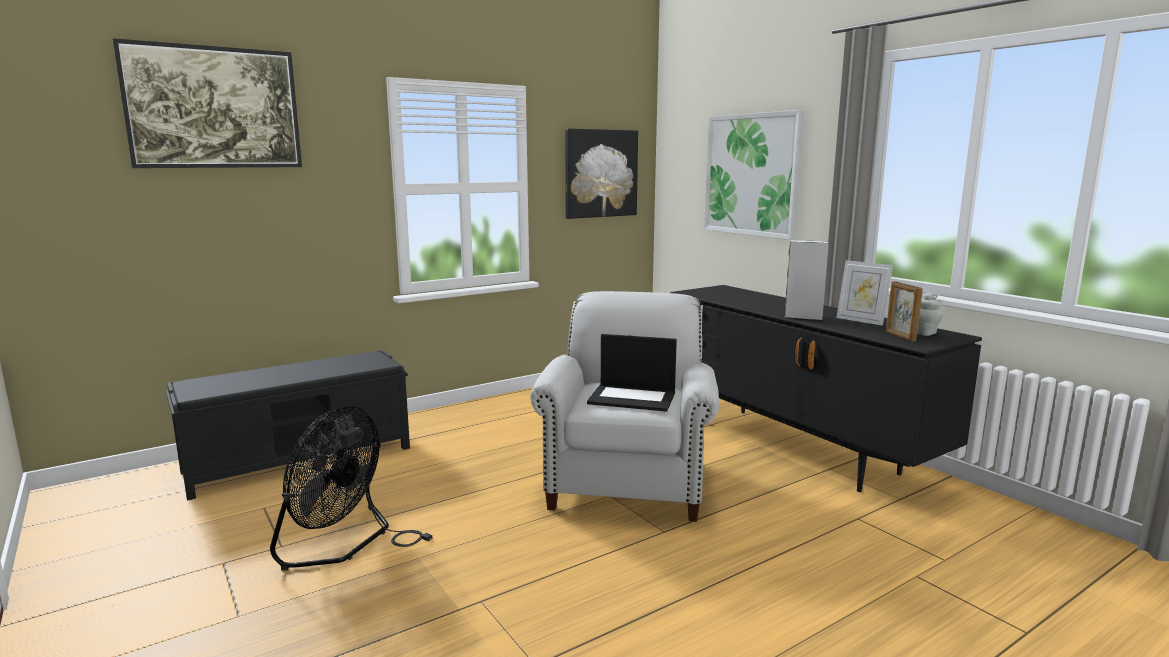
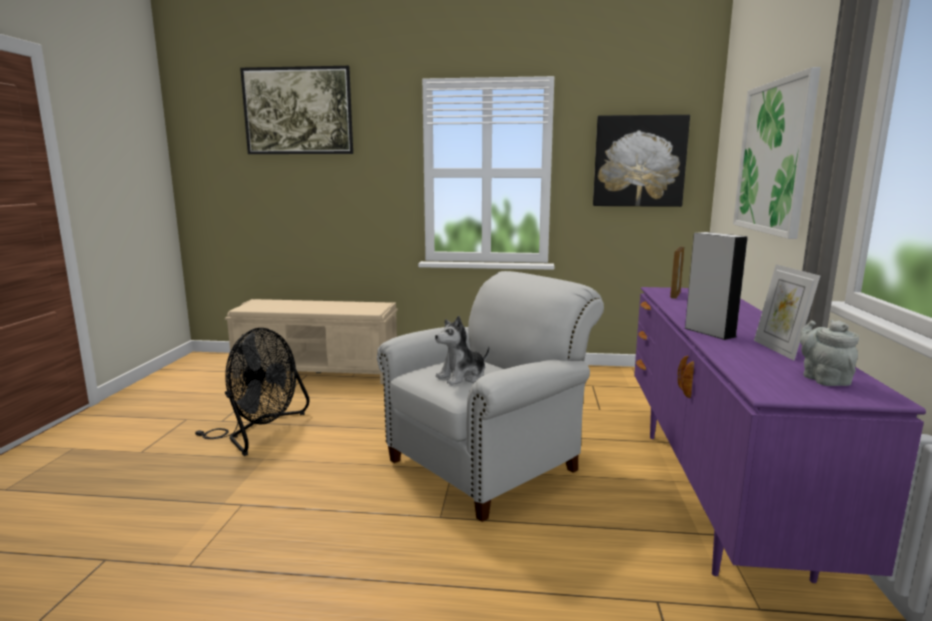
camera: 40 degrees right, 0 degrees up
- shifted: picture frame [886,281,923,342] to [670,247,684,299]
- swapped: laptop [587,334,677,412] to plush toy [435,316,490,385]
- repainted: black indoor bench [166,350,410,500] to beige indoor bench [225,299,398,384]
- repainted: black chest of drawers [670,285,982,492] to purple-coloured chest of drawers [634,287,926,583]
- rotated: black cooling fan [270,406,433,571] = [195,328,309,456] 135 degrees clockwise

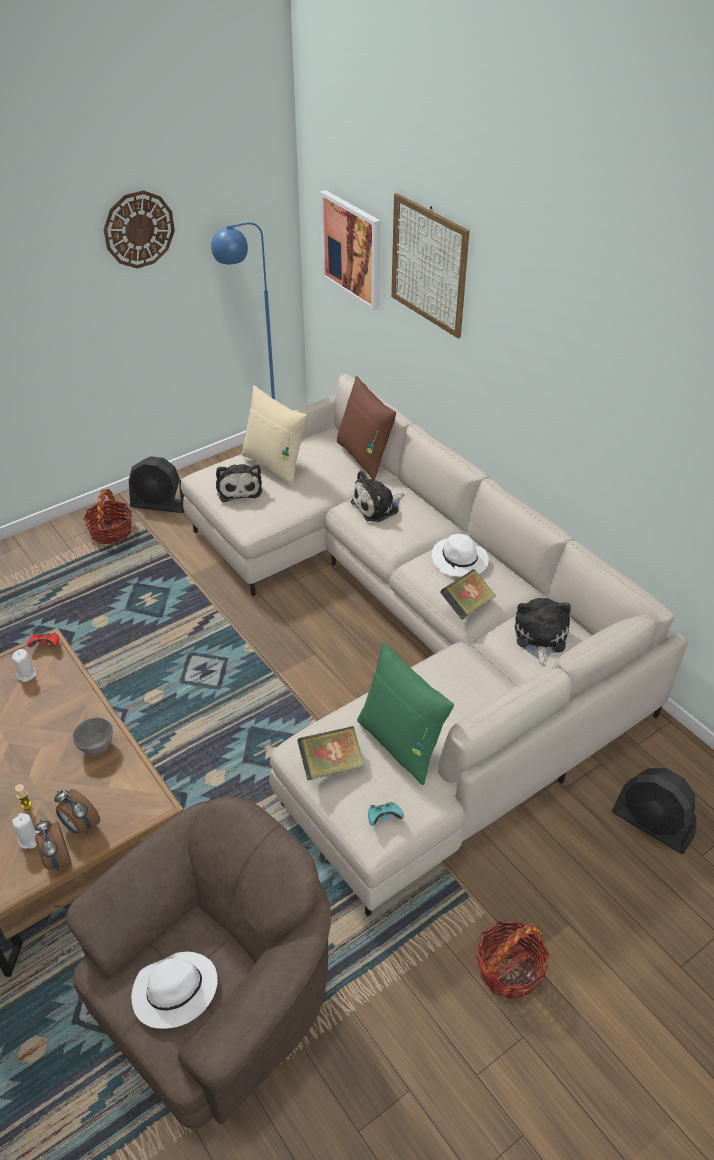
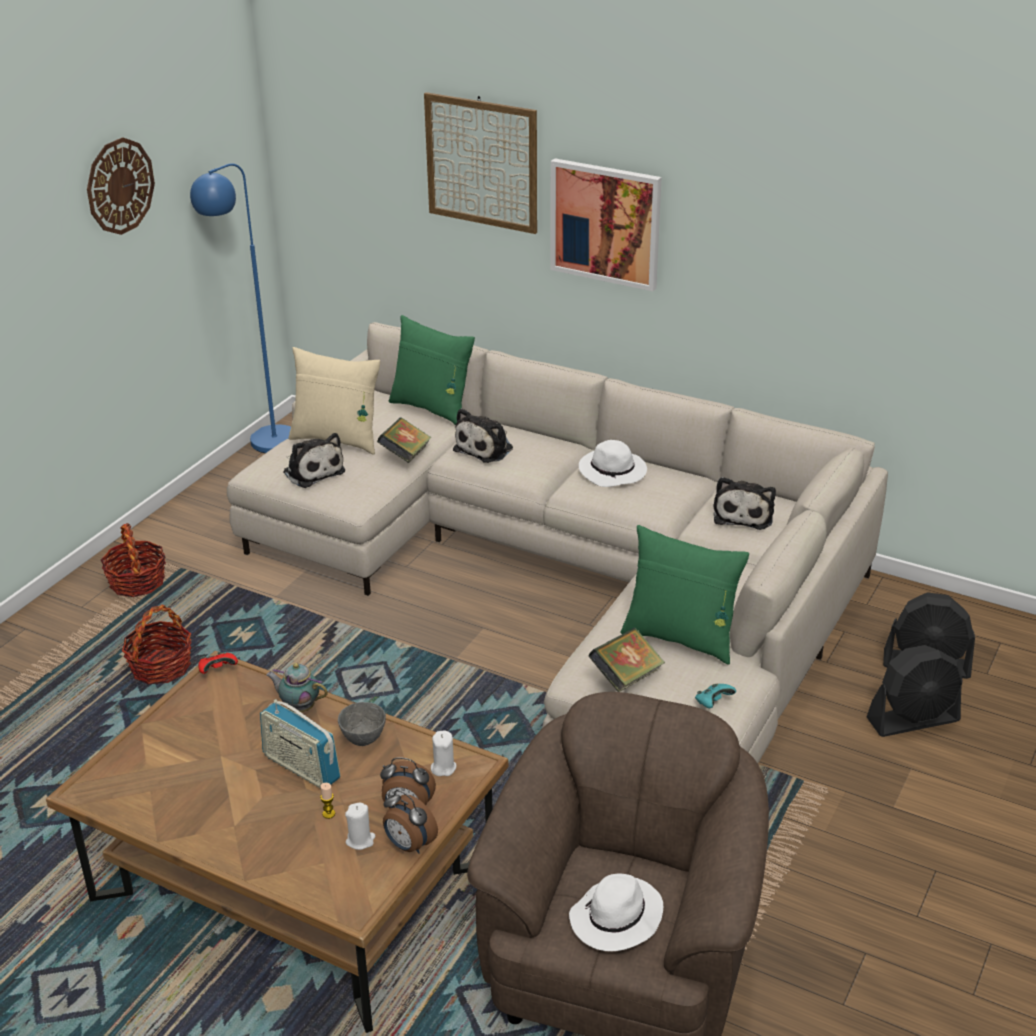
camera: 25 degrees left, 10 degrees down
- new: radio [260,699,340,789]
- new: teapot [266,663,328,712]
- shifted: white candle [12,649,36,682] to [431,731,457,776]
- shifted: black cooling fan [129,456,185,513] to [867,645,962,737]
- shifted: wall art [320,190,380,311] to [550,158,662,291]
- shifted: book [440,569,496,620] to [377,418,431,463]
- shifted: household basket [476,921,550,1000] to [122,604,192,684]
- repainted: brownish cushion [337,376,396,480] to green cushion [389,315,475,425]
- rotated: plush toy [514,598,571,667] = [713,477,776,530] 150 degrees counterclockwise

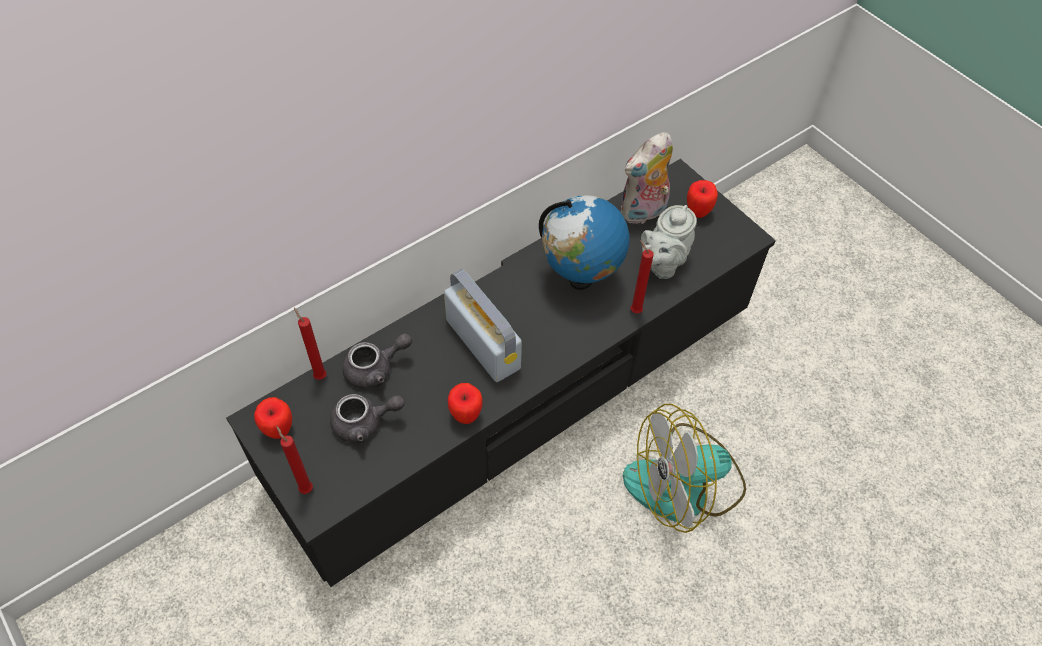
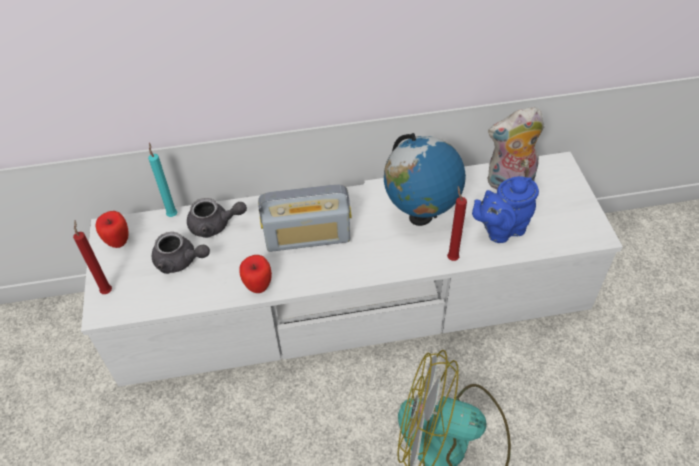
camera: 30 degrees right, 5 degrees down
- gone: whole apple [687,180,718,218]
- repainted: black tv stand [226,159,776,587] to white tv stand [81,152,623,387]
- repainted: red candle [294,308,327,380] to turquoise-coloured candle [148,143,177,217]
- repainted: gray teapot [641,205,697,279] to bluish teapot [472,176,539,243]
- rotated: radio [444,269,522,382] = [258,184,352,252] 90 degrees clockwise

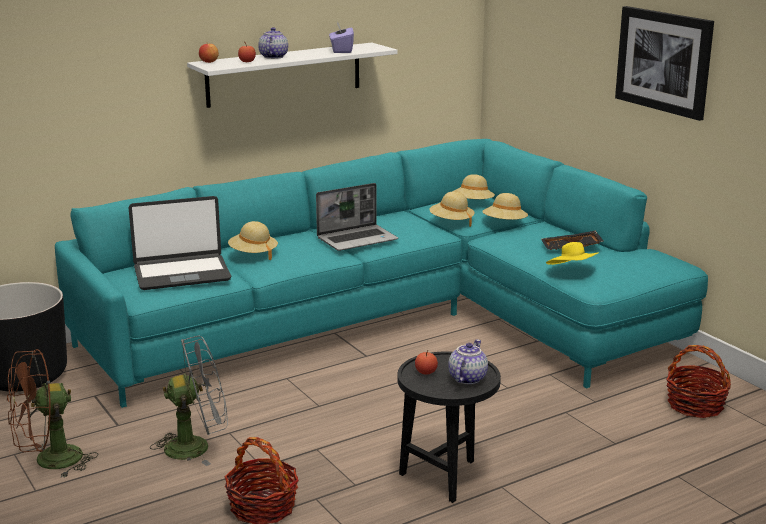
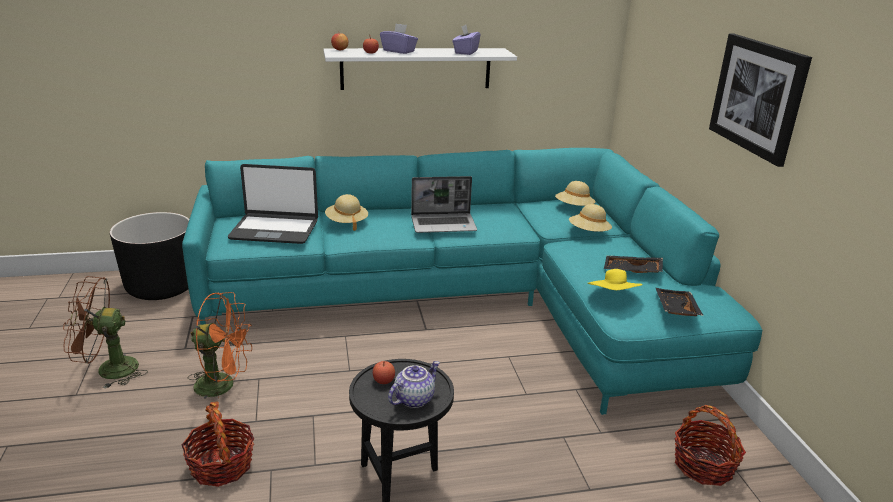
camera: 20 degrees right, 5 degrees up
- gone: beige hat [429,191,475,227]
- new: black tray [656,288,704,316]
- swapped: teapot [258,27,288,59] to purple-coloured tissue box [380,23,418,54]
- repainted: gray cooling fan [150,336,228,466] to orangey cooling fan [188,292,252,406]

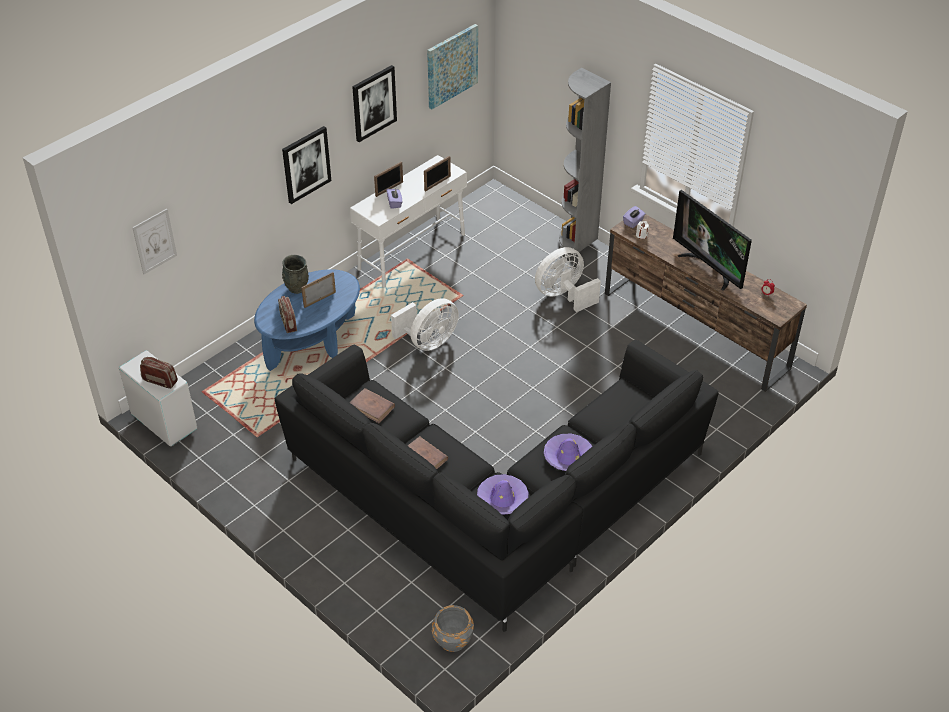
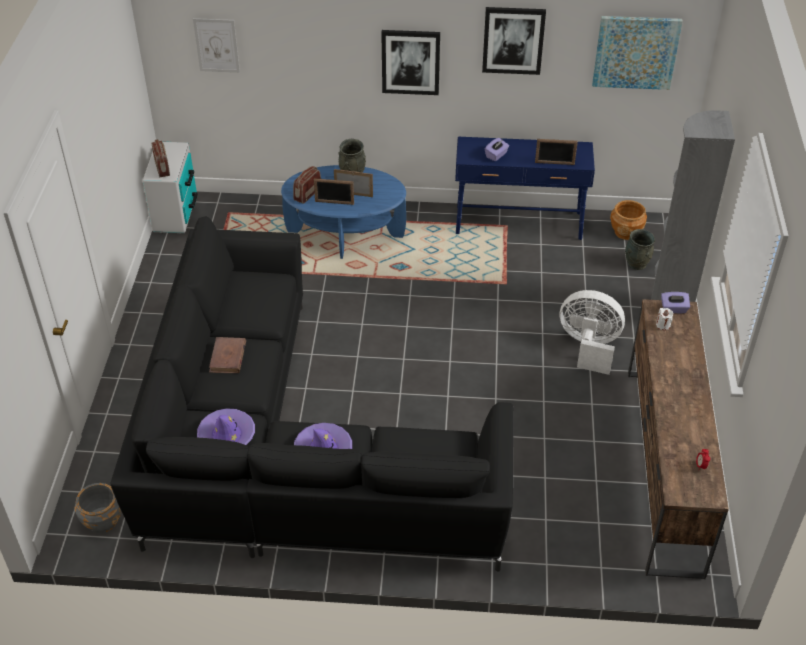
camera: 50 degrees right, 0 degrees up
- gone: brownish book [349,388,395,423]
- gone: white cooling fan [391,298,459,351]
- gone: TV [673,190,752,291]
- new: brownish flower pot [610,200,647,240]
- new: gray flower vase [625,229,655,270]
- shifted: picture frame [374,162,403,197] to [314,178,354,205]
- repainted: white console table [350,155,467,287] to bluish console table [455,137,595,240]

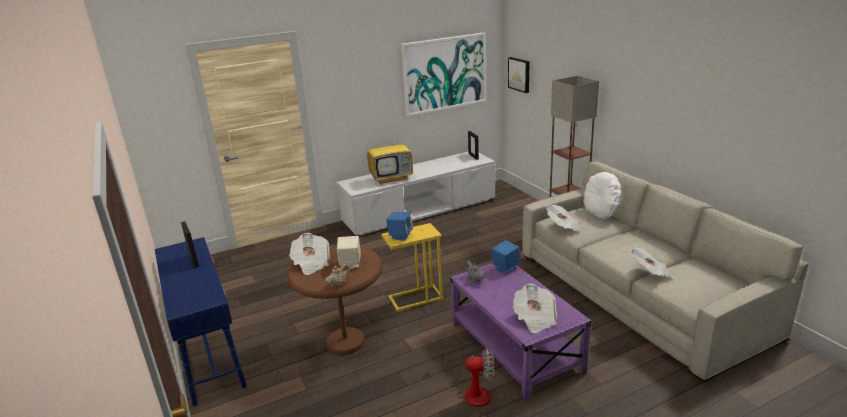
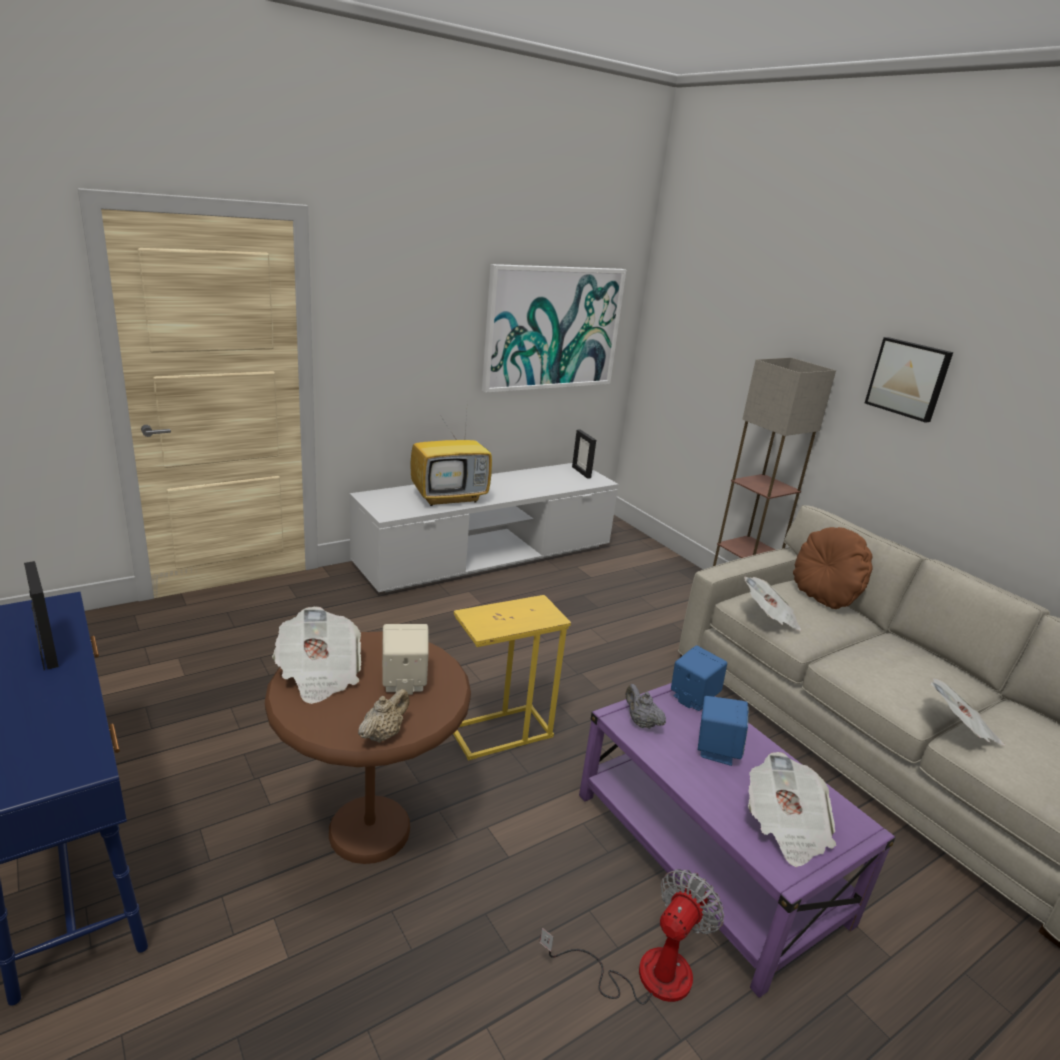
camera: 10 degrees left, 0 degrees up
- shifted: bluish speaker [386,212,413,241] to [698,696,749,766]
- shifted: wall art [508,57,530,93] to [865,337,953,423]
- repainted: white cushion [583,172,621,219] to brownish cushion [793,527,873,609]
- rotated: cooling fan [437,347,494,407] = [540,869,724,1005] 45 degrees counterclockwise

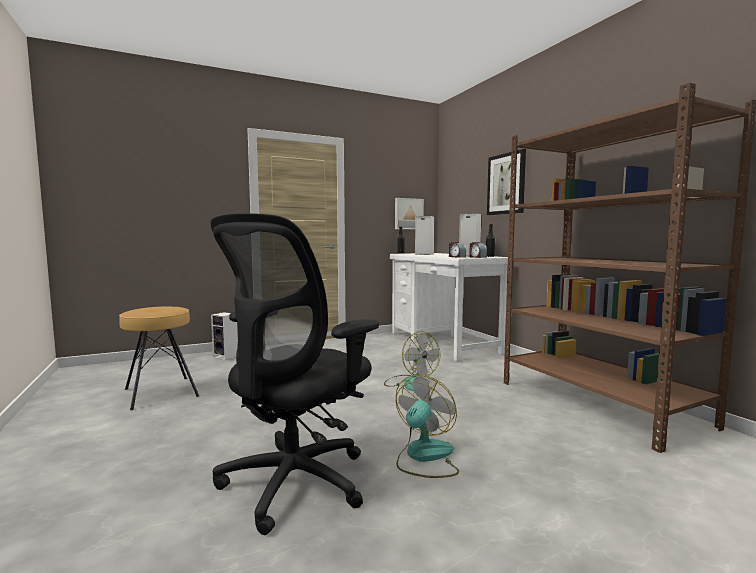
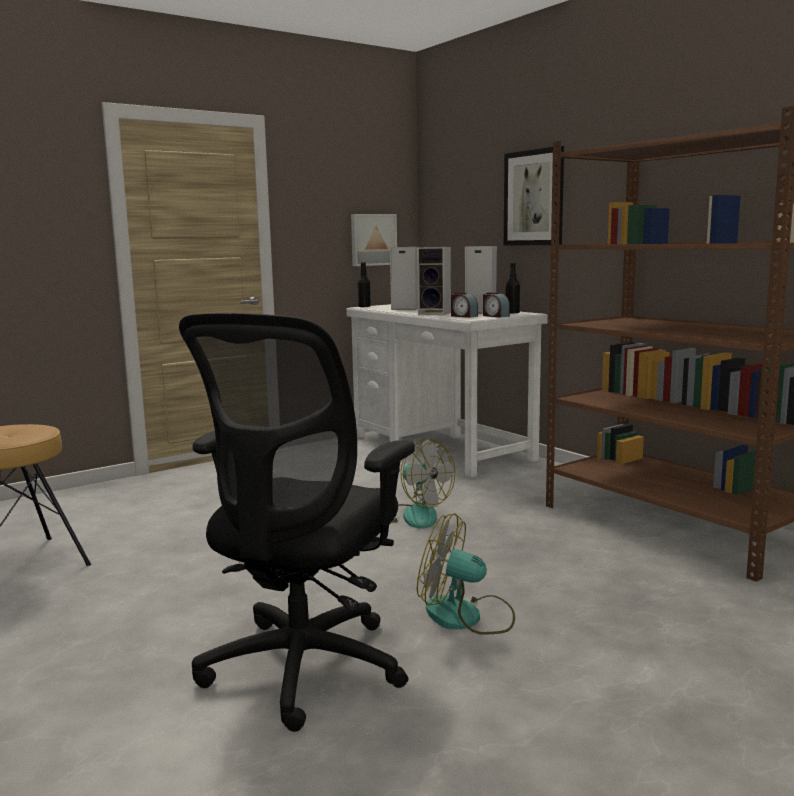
camera: 10 degrees left, 5 degrees up
- shifted: speaker [211,312,238,360] to [417,247,451,315]
- rotated: cooling fan [396,375,459,478] = [417,513,515,635] 90 degrees counterclockwise

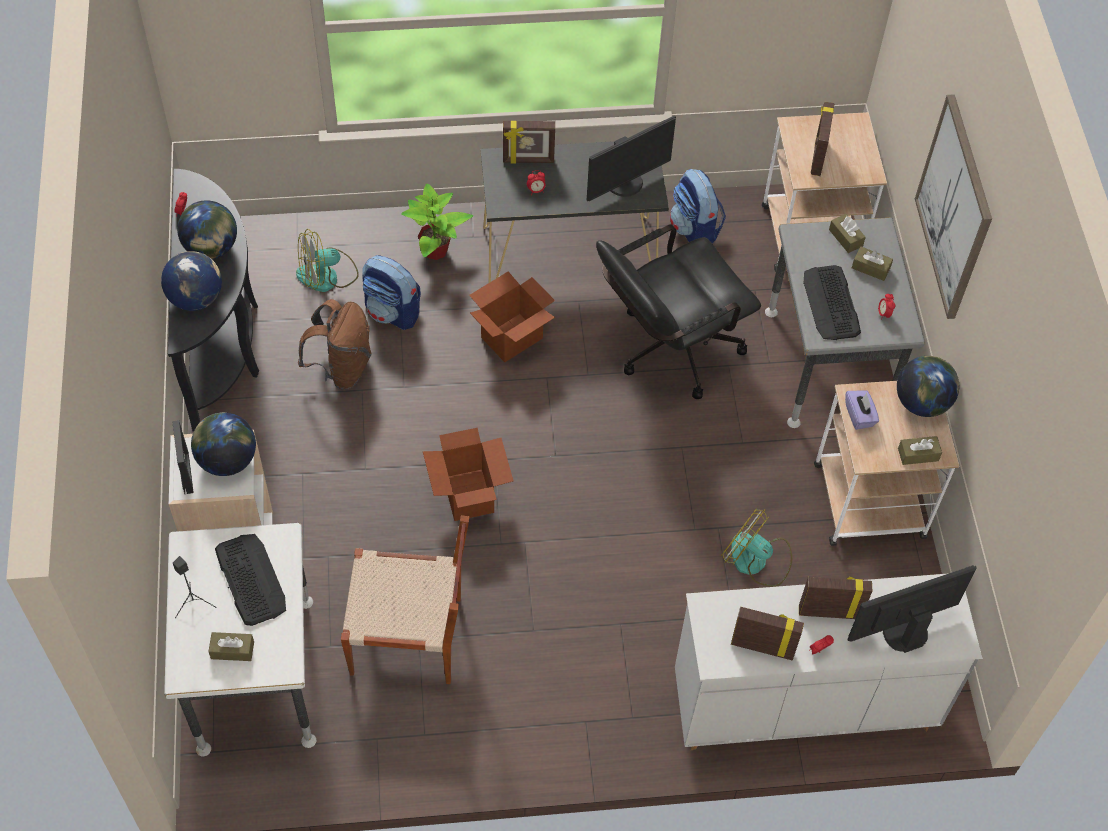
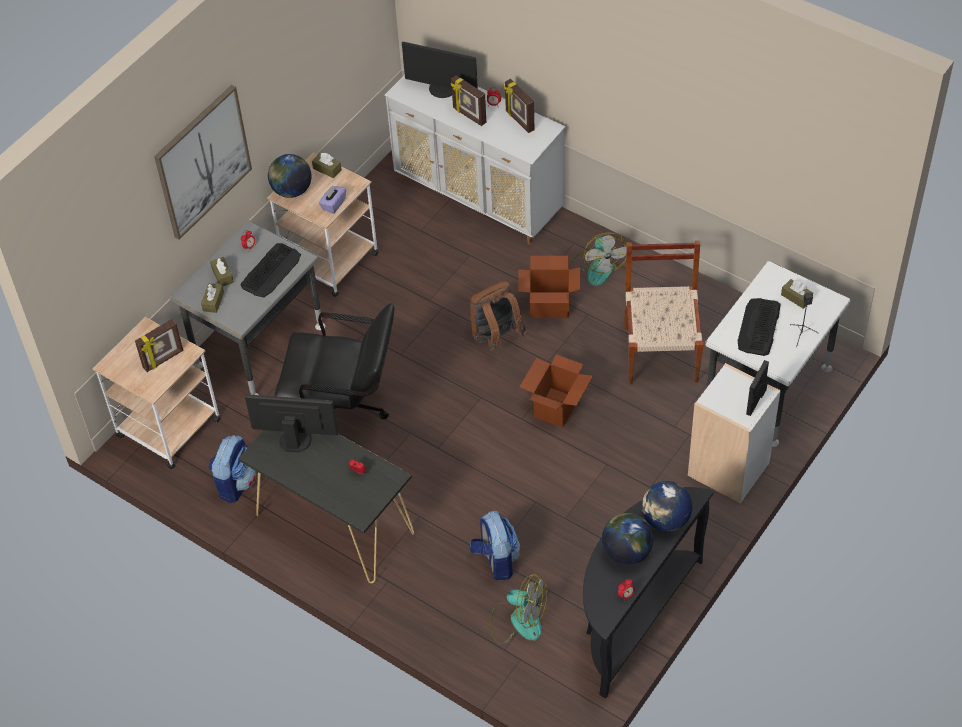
camera: 135 degrees left, 5 degrees down
- gone: world globe [191,412,256,476]
- gone: potted plant [401,183,473,260]
- gone: picture frame [503,121,555,164]
- shifted: brownish knapsack [298,299,372,390] to [470,282,527,352]
- shifted: packing box [469,271,555,362] to [518,256,580,318]
- shifted: cooling fan [721,508,792,587] to [569,233,627,286]
- rotated: chair [341,515,469,684] = [624,240,703,385] 45 degrees clockwise

